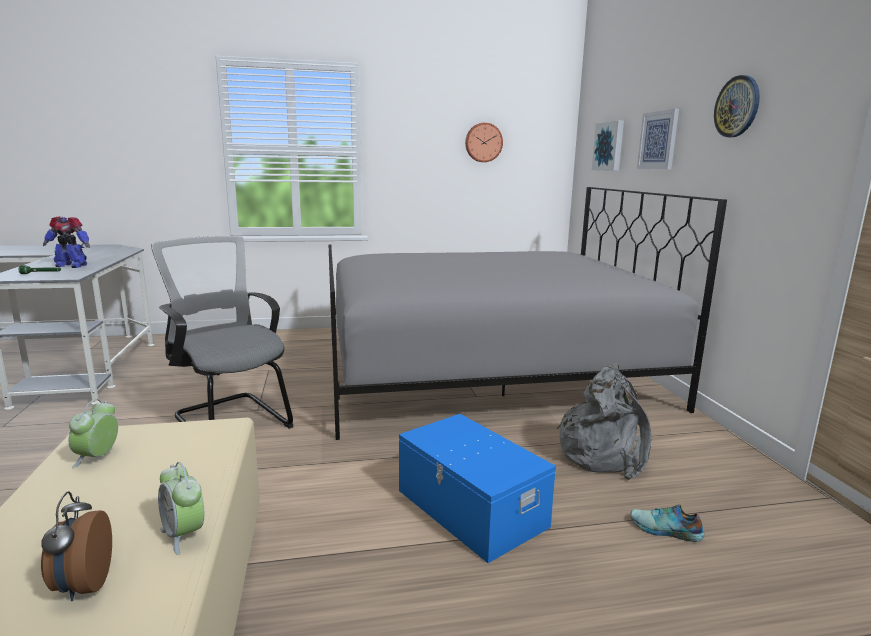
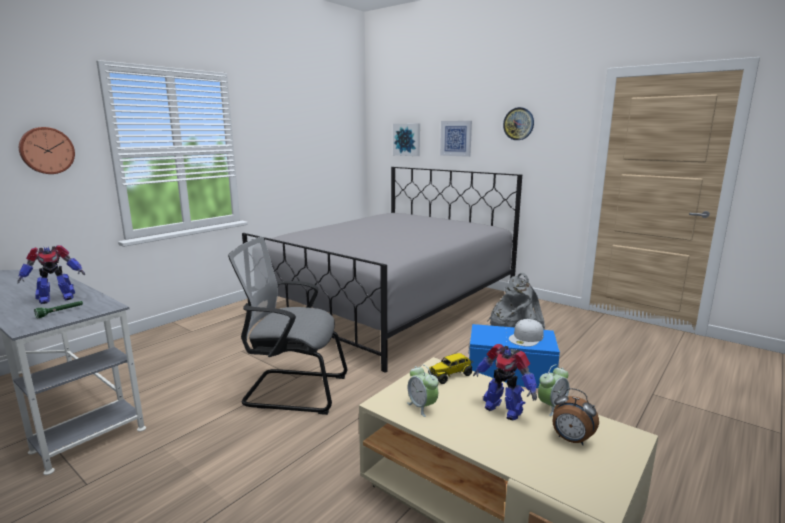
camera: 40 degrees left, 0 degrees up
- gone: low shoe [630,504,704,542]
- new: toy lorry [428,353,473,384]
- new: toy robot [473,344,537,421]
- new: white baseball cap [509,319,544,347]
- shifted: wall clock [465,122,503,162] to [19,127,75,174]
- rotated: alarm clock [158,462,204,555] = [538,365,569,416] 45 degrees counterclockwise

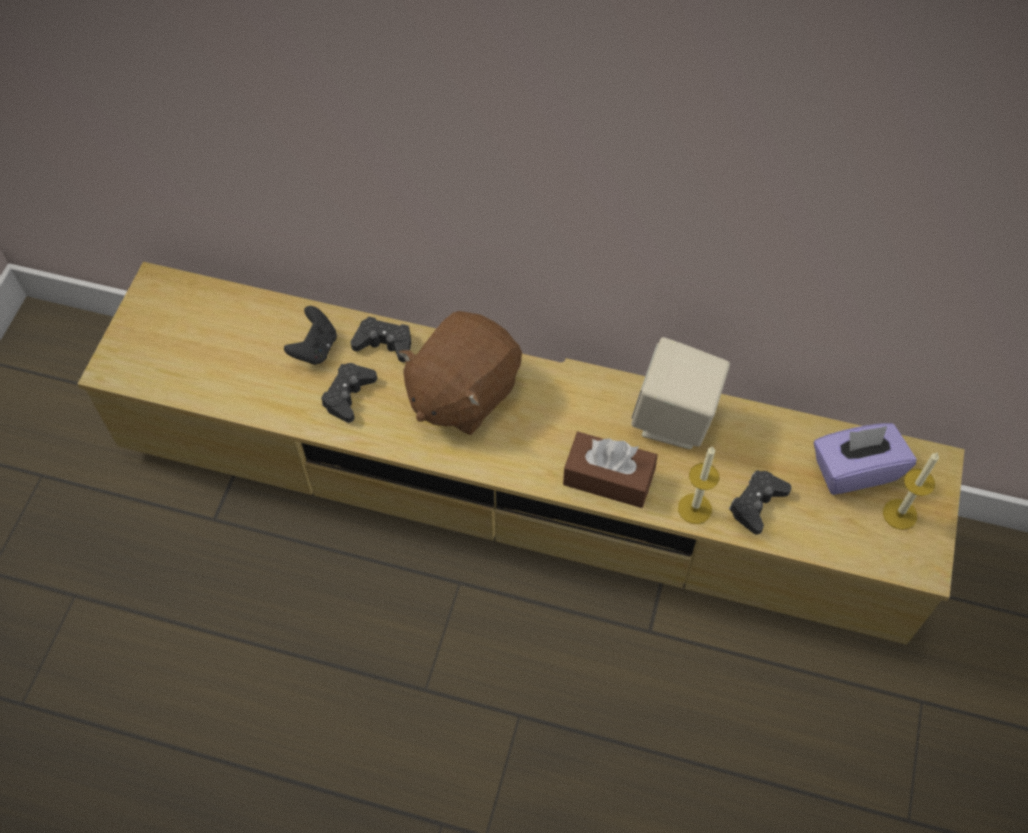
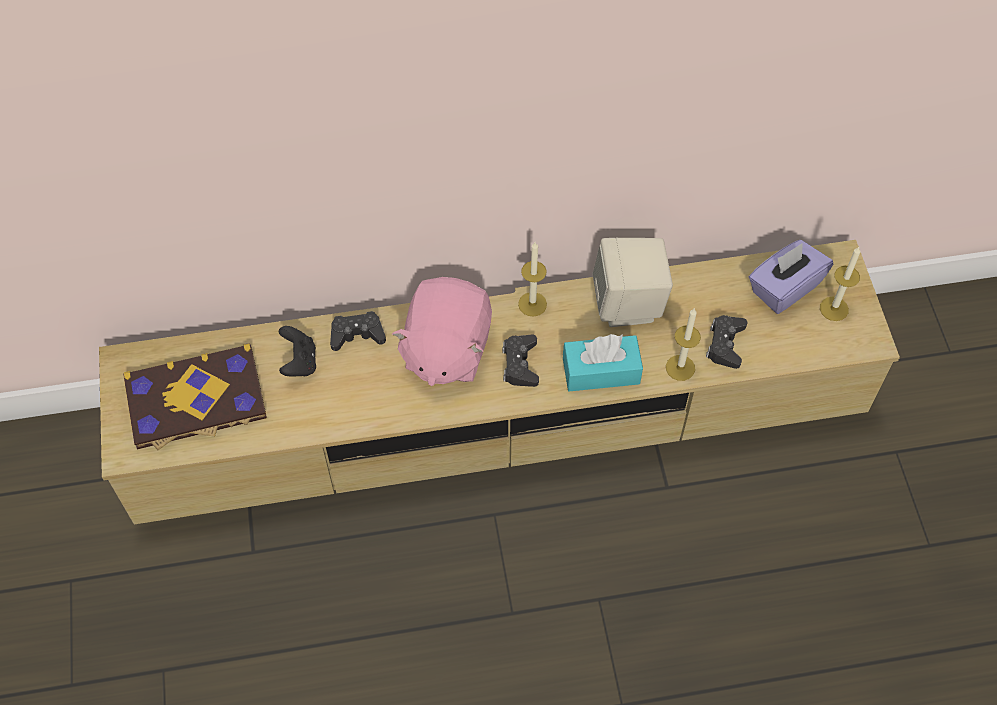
camera: 25 degrees left, 0 degrees up
- new: book [123,343,267,450]
- new: candle [518,242,547,316]
- shifted: black joypad [321,363,377,423] to [502,335,539,387]
- repainted: brownish plush toy [399,311,522,435] to pink-coloured plush toy [392,277,492,386]
- repainted: brownish tissue box [563,432,657,508] to turquoise-coloured tissue box [563,334,643,392]

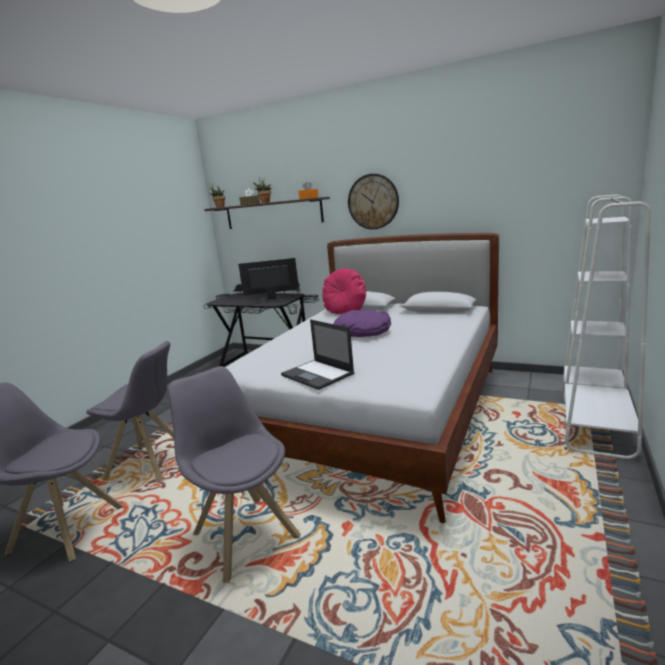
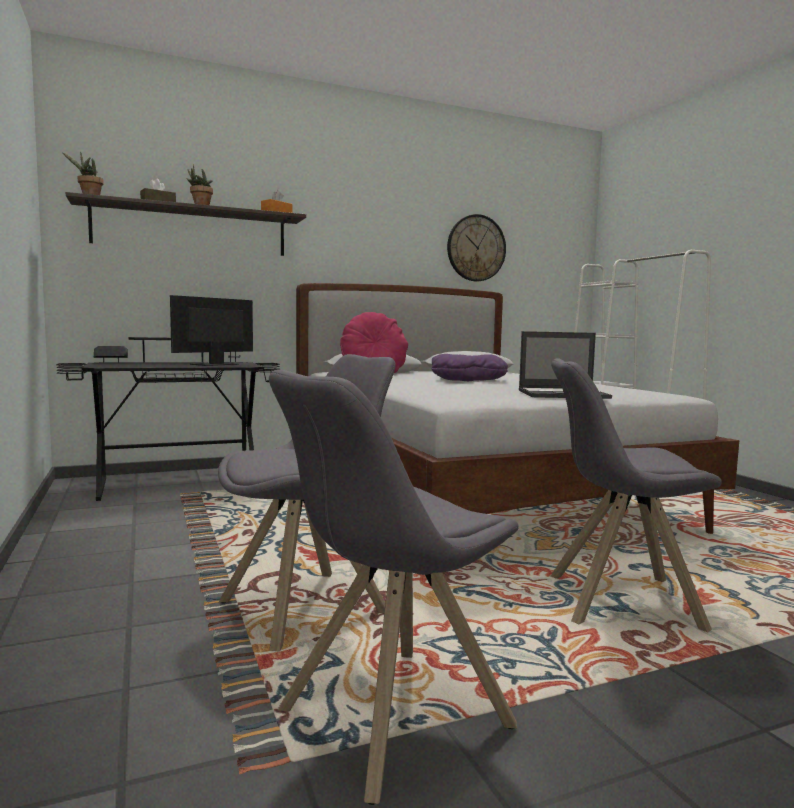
camera: 50 degrees left, 10 degrees down
- shifted: wall clock [348,174,399,229] to [447,214,506,281]

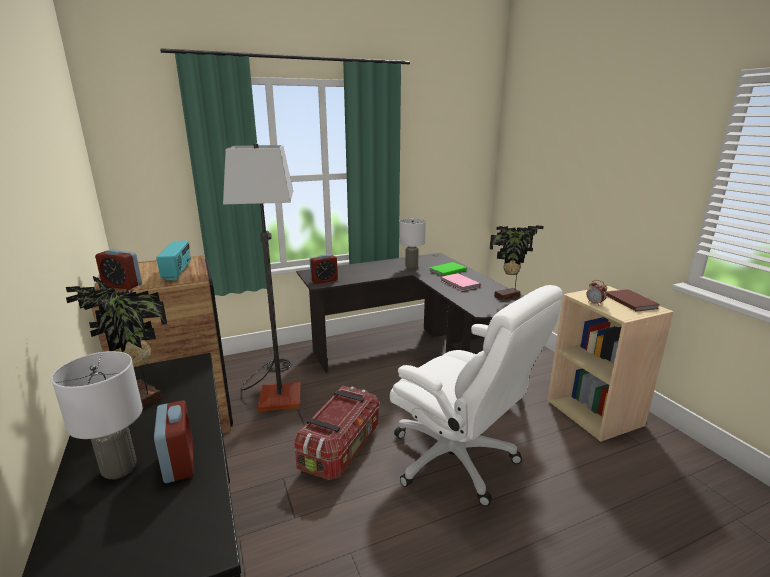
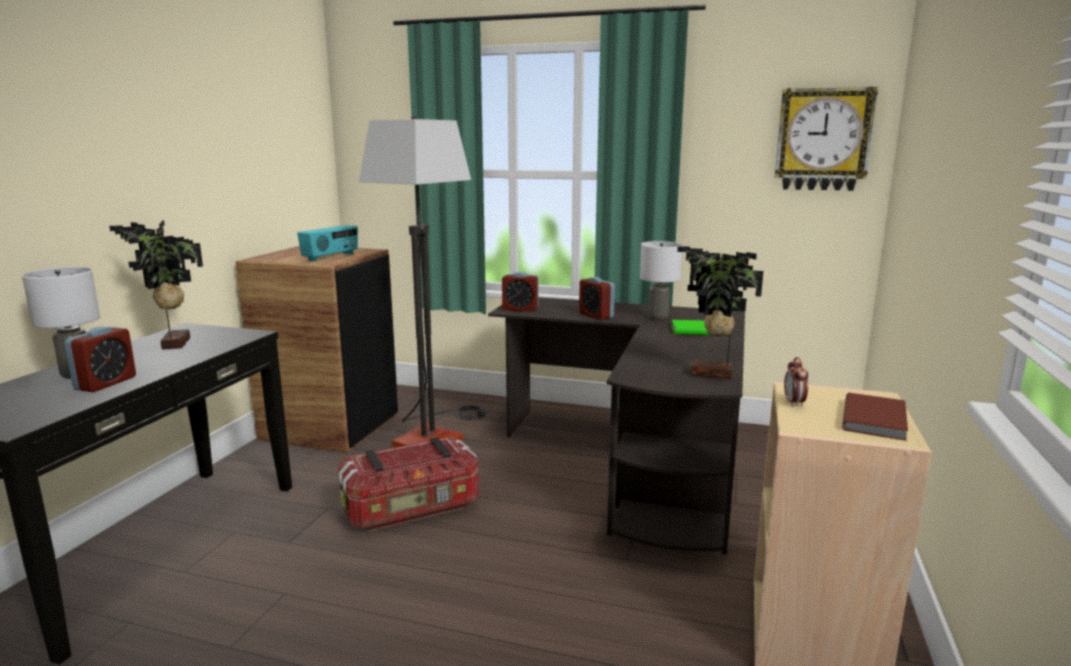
camera: 40 degrees right, 5 degrees down
- gone: white computer chair [390,285,563,506]
- gone: pink-coloured book [441,273,481,291]
- new: wall clock [775,87,878,191]
- shifted: alarm clock [95,249,142,289] to [579,277,615,320]

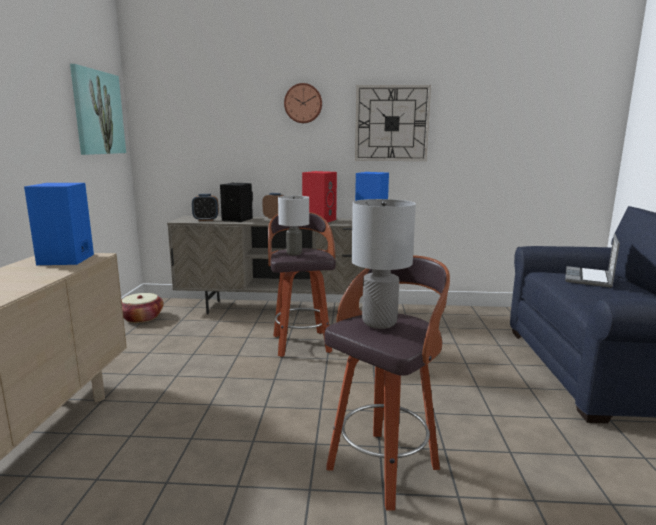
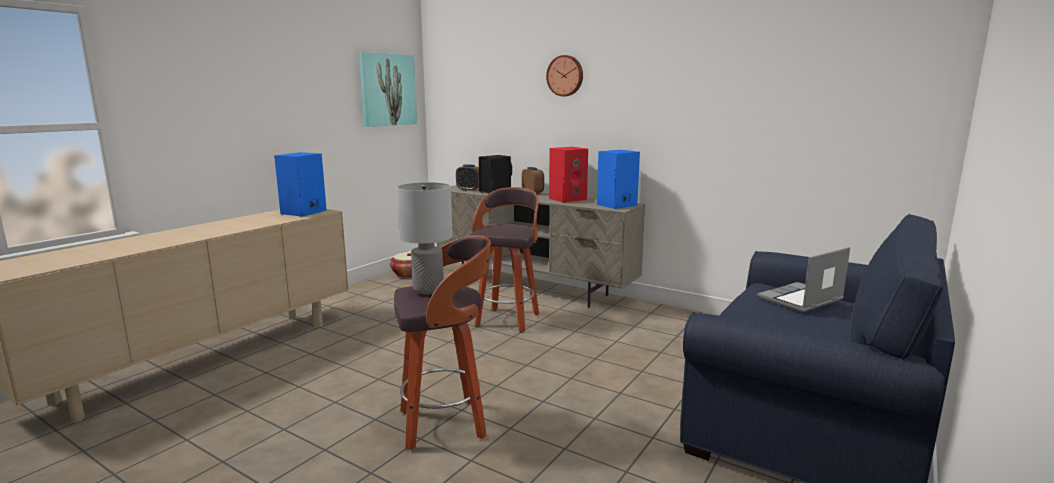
camera: 30 degrees right, 0 degrees up
- gone: white lamp for a table [278,196,309,256]
- gone: wall clock [355,85,431,161]

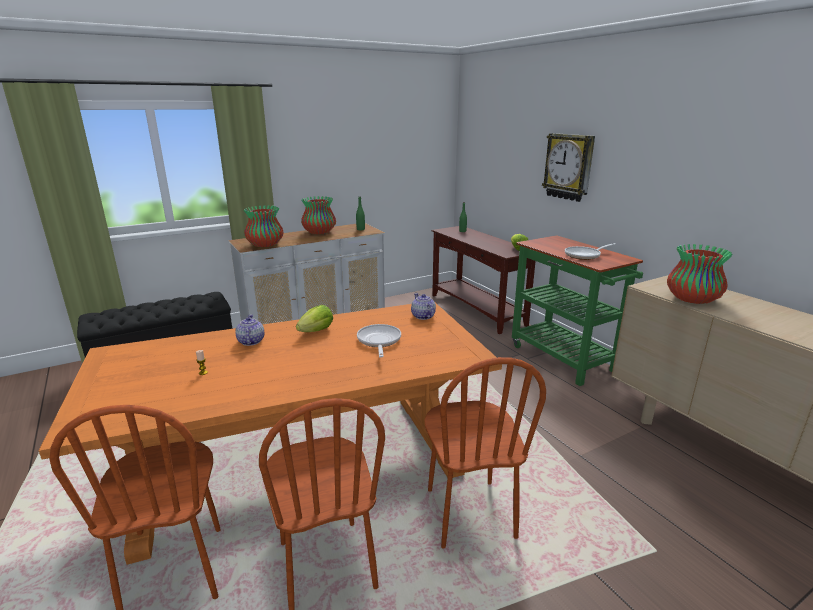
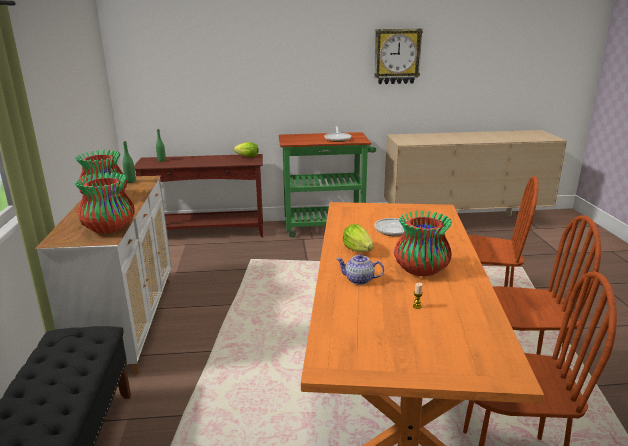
camera: 65 degrees left, 0 degrees up
- gone: teapot [411,293,436,320]
- shifted: wall clock [542,133,595,202] to [374,29,423,84]
- shifted: flower vase [667,244,733,304] to [394,211,452,277]

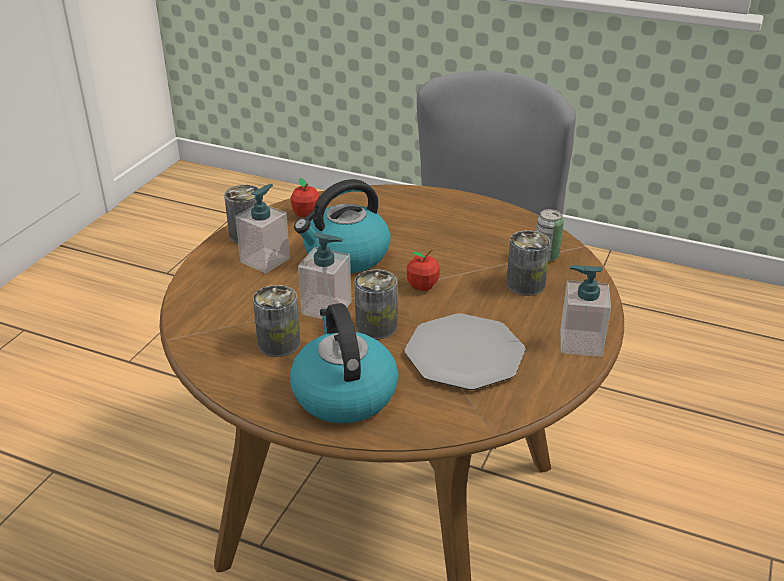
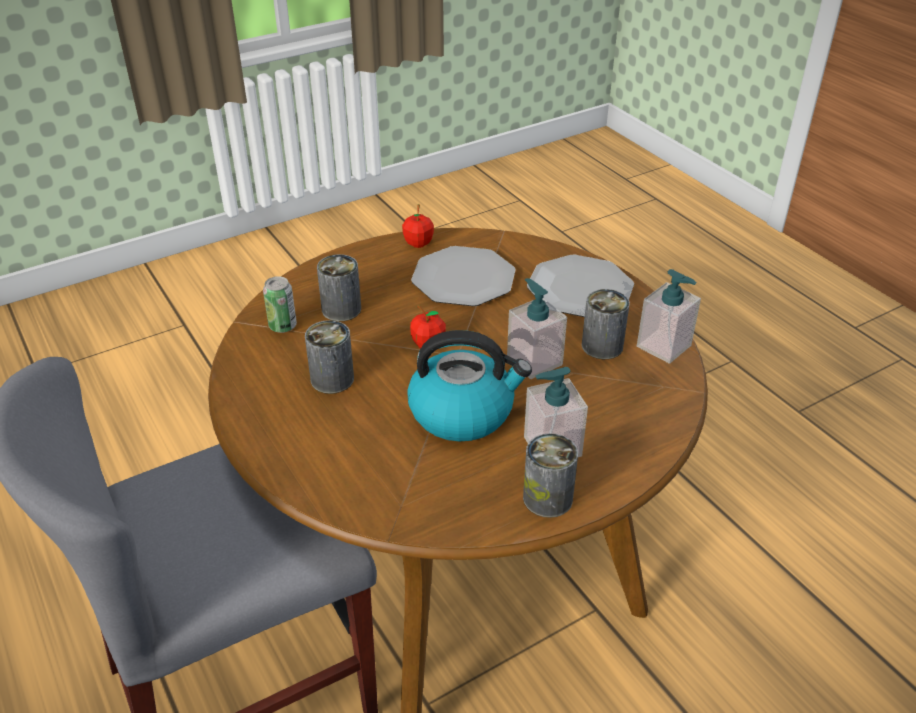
camera: 145 degrees left, 5 degrees up
- shifted: whole apple [291,178,319,217] to [402,204,434,248]
- shifted: metal can [355,269,397,339] to [305,320,354,394]
- shifted: liquid soap bottle [561,265,611,357] to [637,269,701,364]
- swapped: water kettle [290,303,398,423] to plate [527,255,634,317]

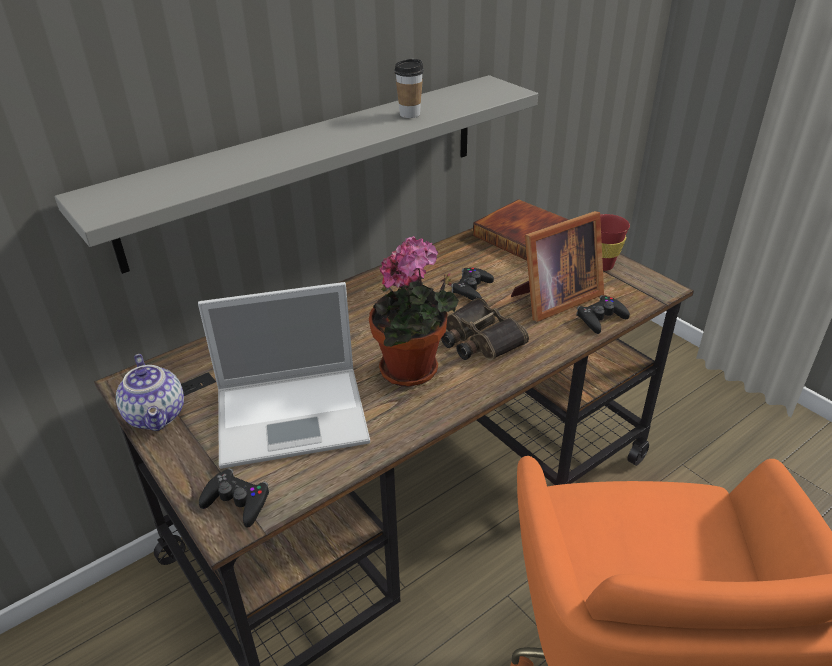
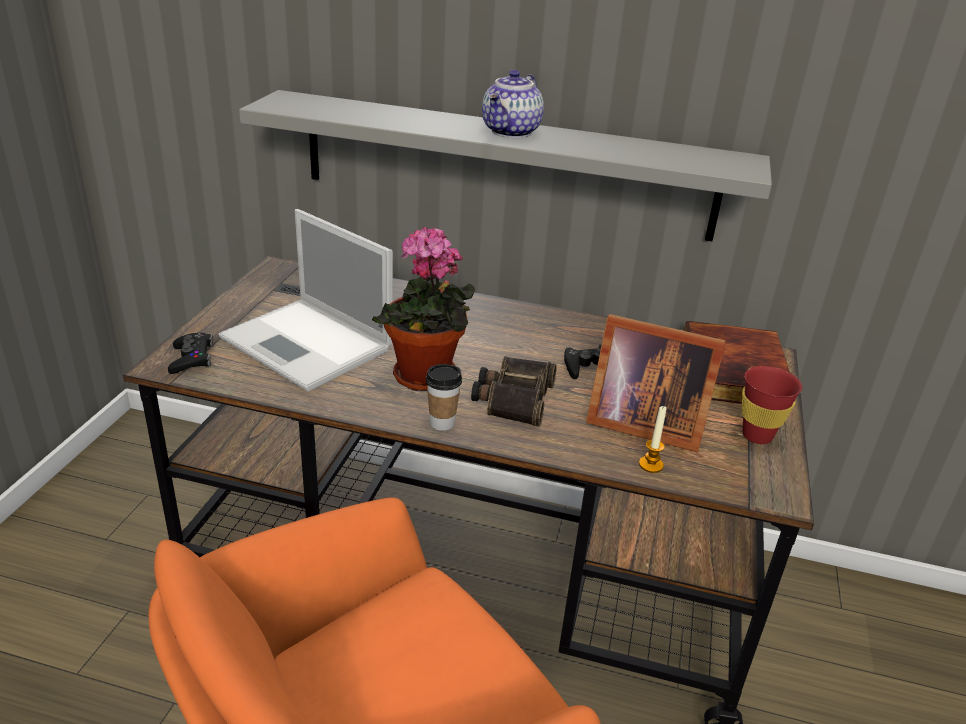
camera: 50 degrees right, 5 degrees down
- shifted: teapot [116,354,184,431] to [482,70,544,138]
- shifted: drinking cup [394,59,424,118] to [426,364,462,431]
- swapped: black joypad [576,295,630,334] to candle [639,406,667,473]

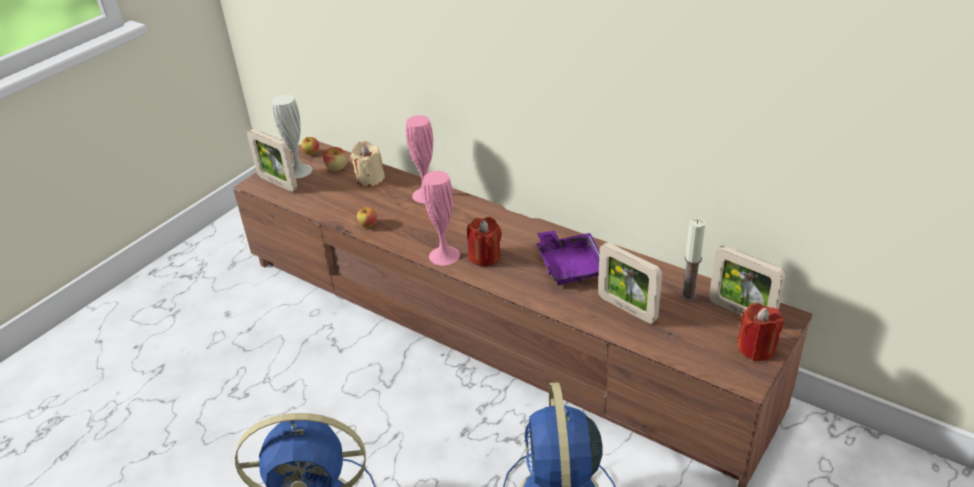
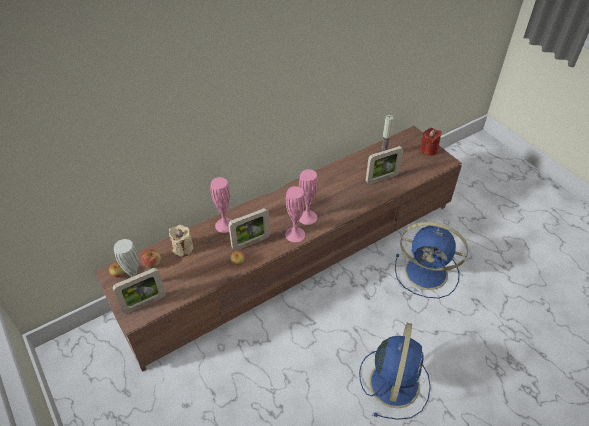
camera: 70 degrees left, 10 degrees up
- gone: purple-coloured tray [536,230,600,285]
- shifted: picture frame [709,246,786,315] to [228,208,270,251]
- swapped: red candle [467,217,502,266] to pink-coloured flower vase [299,169,318,225]

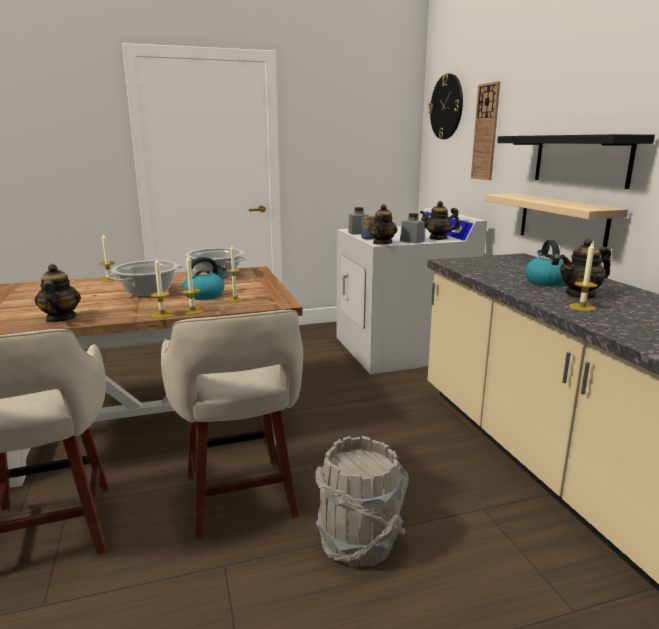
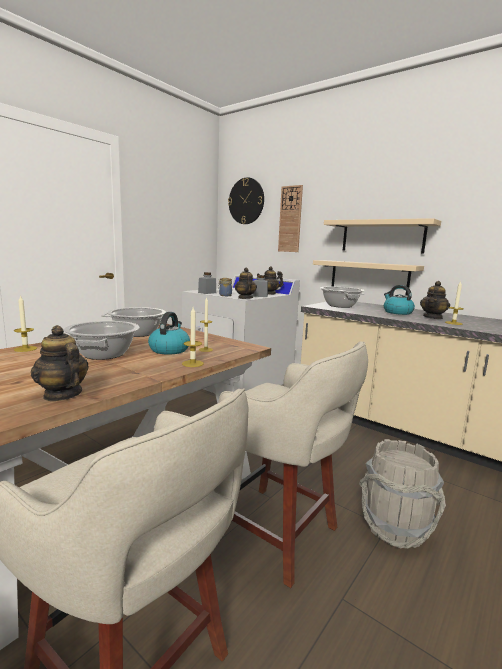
camera: 35 degrees left, 5 degrees down
- gone: candle [151,257,174,318]
- new: stockpot [320,287,364,308]
- repainted: black shelf [497,134,655,189] to beige shelf [324,218,441,254]

